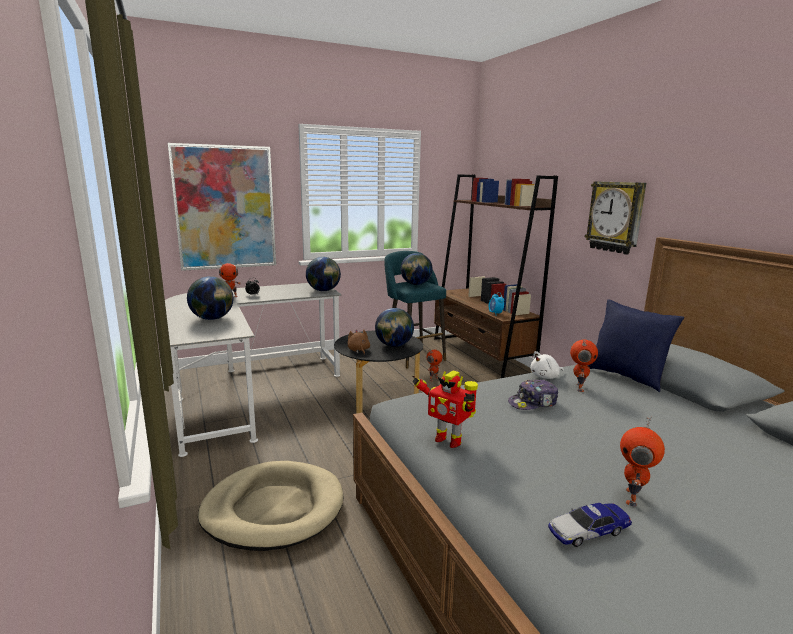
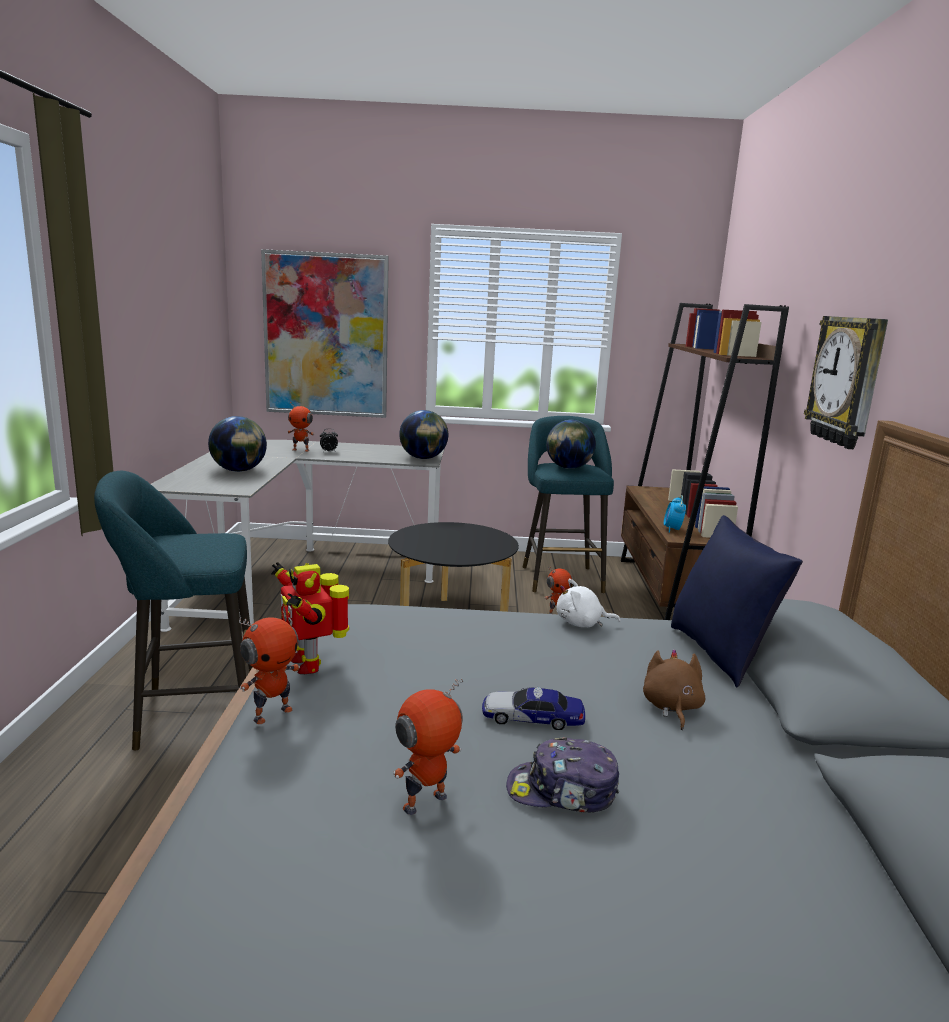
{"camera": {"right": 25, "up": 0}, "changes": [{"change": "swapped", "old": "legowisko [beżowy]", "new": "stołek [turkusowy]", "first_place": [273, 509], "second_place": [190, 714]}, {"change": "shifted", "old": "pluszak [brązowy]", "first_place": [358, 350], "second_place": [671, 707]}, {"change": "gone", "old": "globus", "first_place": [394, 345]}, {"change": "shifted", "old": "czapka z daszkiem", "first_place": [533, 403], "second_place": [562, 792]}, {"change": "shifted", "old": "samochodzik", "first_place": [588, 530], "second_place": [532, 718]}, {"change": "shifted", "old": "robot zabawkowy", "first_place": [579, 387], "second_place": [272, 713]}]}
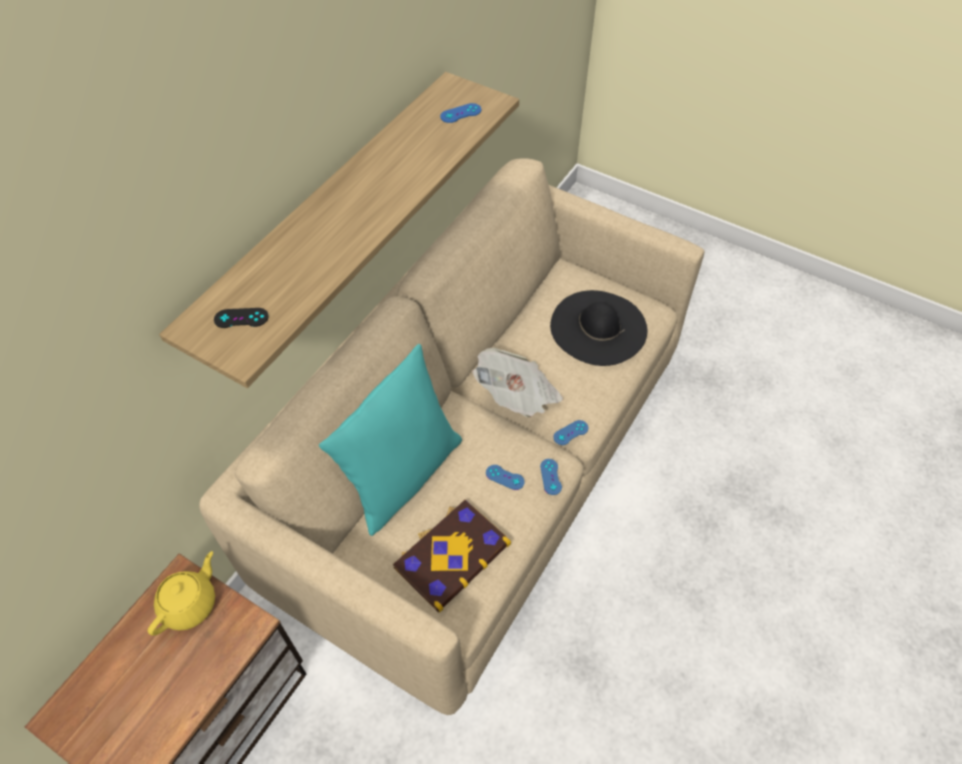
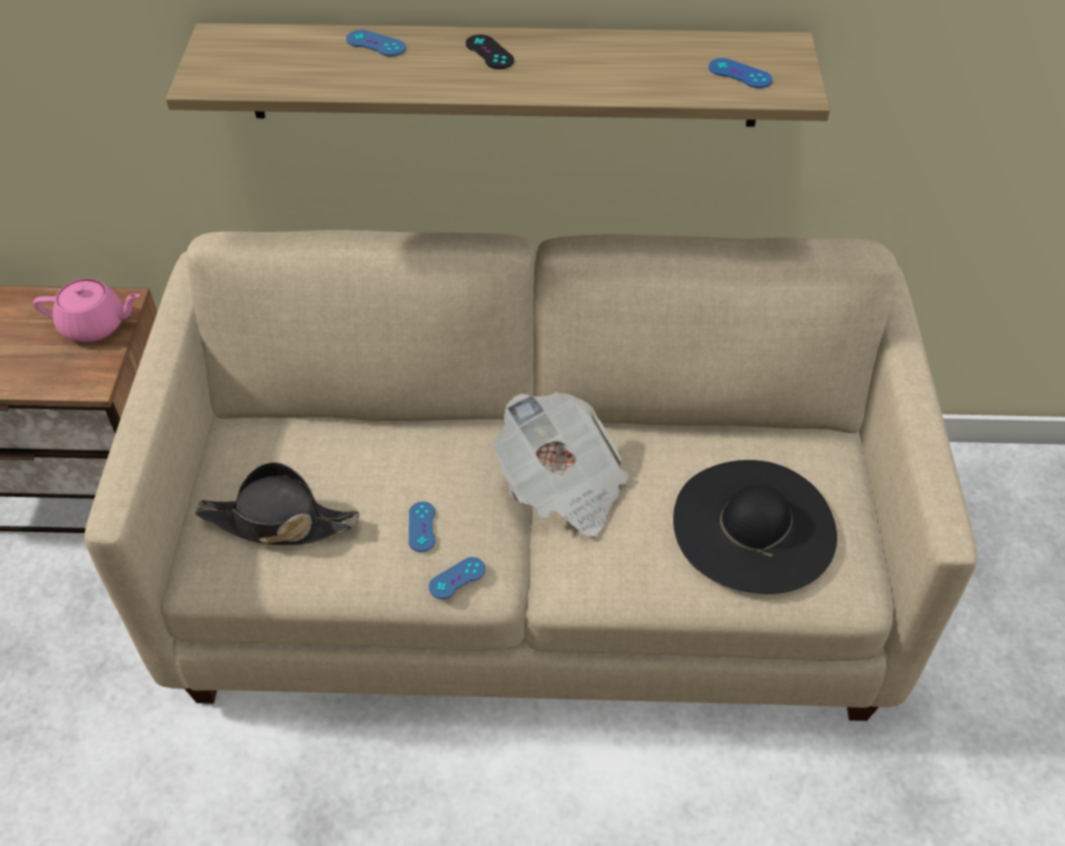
{"camera": {"right": 60, "up": -5}, "changes": [{"change": "repainted", "old": "imbryk [żółty]", "new": "imbryk [różowy]", "first_place": [190, 604], "second_place": [95, 325]}, {"change": "shifted", "old": "pad do gier [czarny]", "first_place": [241, 318], "second_place": [489, 52]}, {"change": "gone", "old": "poduszka [turkusowy]", "first_place": [402, 476]}, {"change": "swapped", "old": "książka", "new": "kapelusz [czarny]", "first_place": [451, 554], "second_place": [278, 522]}, {"change": "shifted", "old": "pad do gier [niebieski]", "first_place": [570, 432], "second_place": [376, 44]}]}
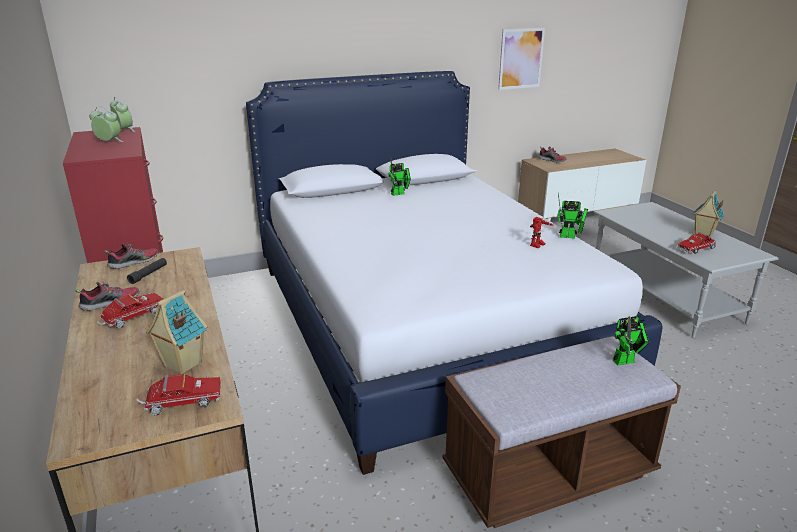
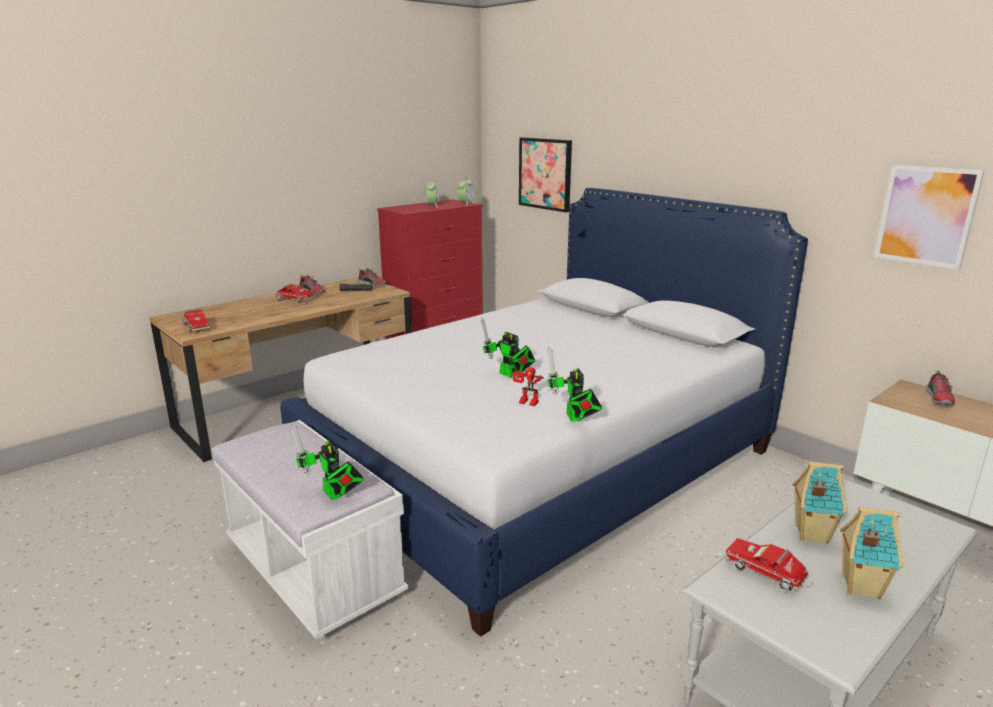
{"camera": {"right": 70, "up": -5}, "changes": [{"change": "shifted", "old": "domek", "first_place": [182, 365], "second_place": [810, 533]}, {"change": "shifted", "old": "robot zabawkowy", "first_place": [399, 193], "second_place": [510, 375]}, {"change": "repainted", "old": "ławka [brązowy]", "new": "ławka [biały]", "first_place": [548, 473], "second_place": [313, 571]}, {"change": "new", "new": "obraz", "second_place": [545, 174]}]}
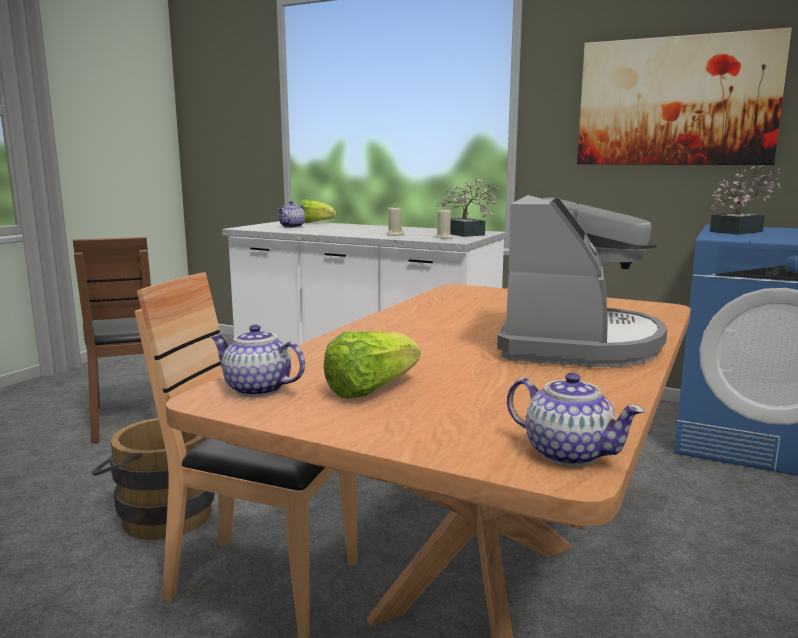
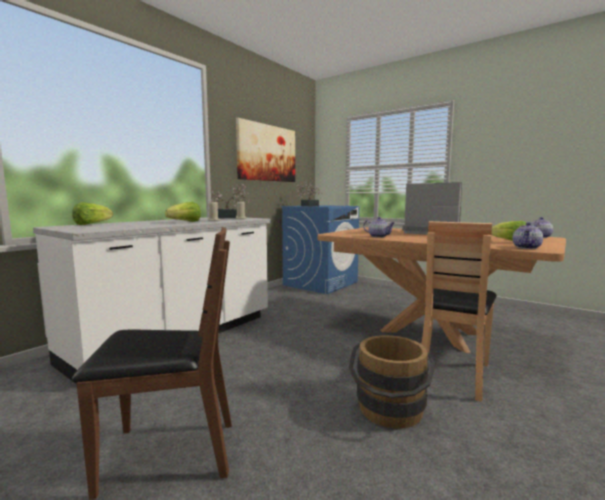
{"camera": {"right": -80, "up": -5}, "changes": [{"change": "shifted", "old": "imbryk", "first_place": [292, 227], "second_place": [379, 236]}, {"change": "new", "new": "sałata", "second_place": [185, 222]}]}
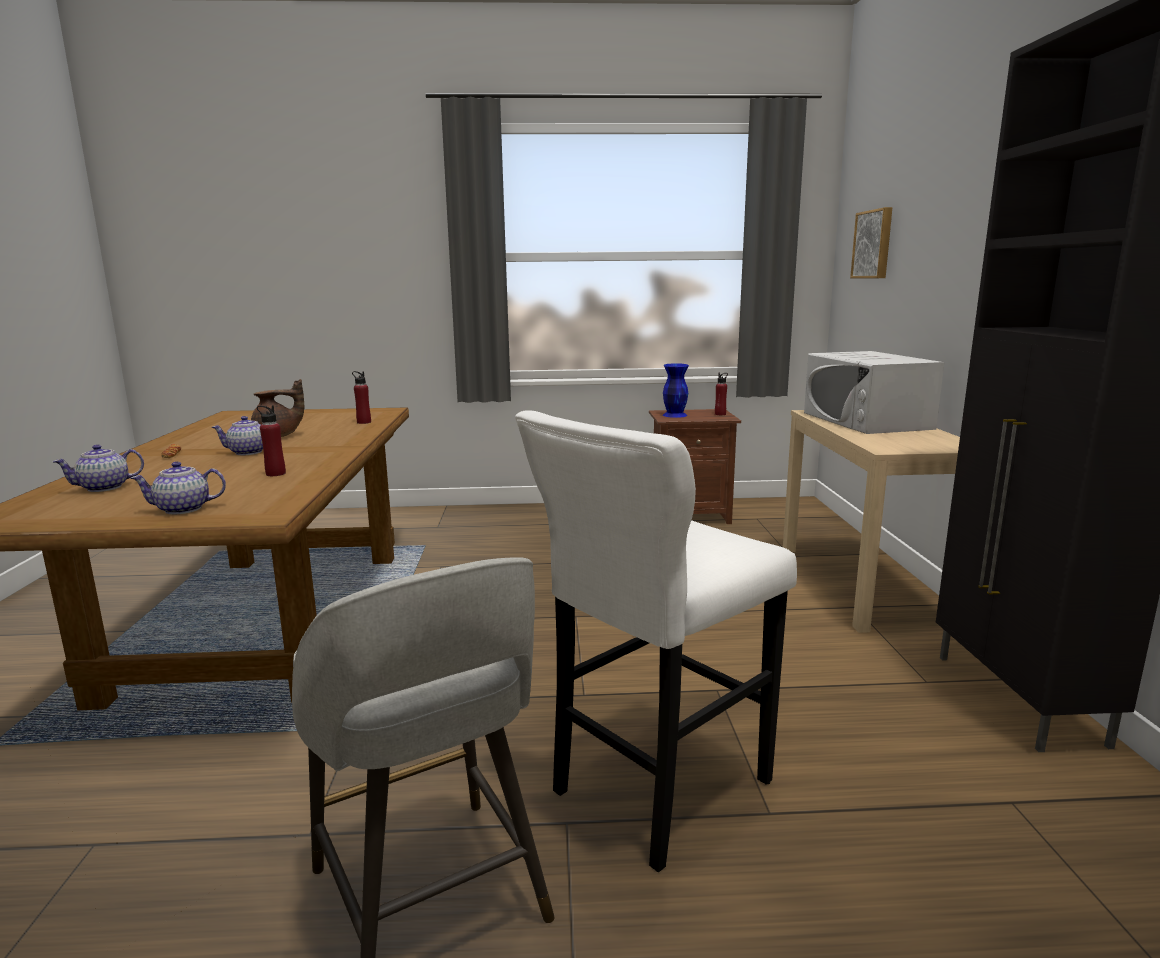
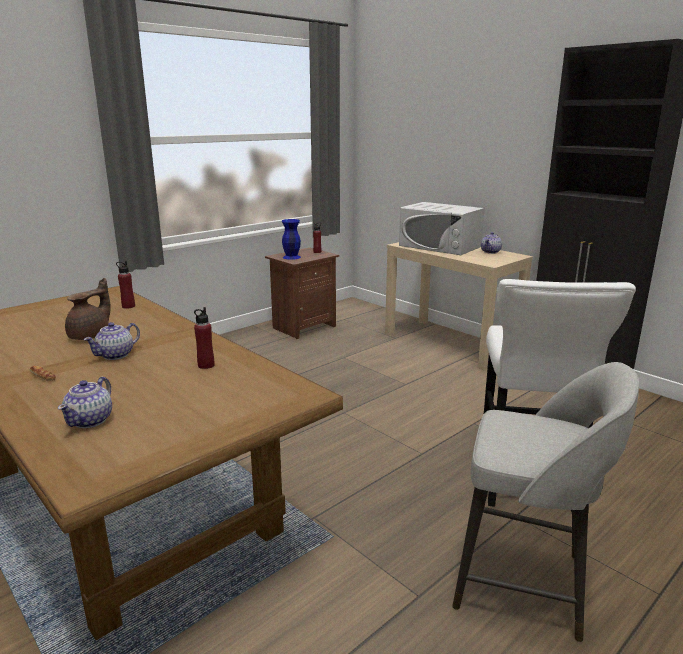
{"camera": {"right": -40, "up": 5}, "changes": [{"change": "shifted", "old": "imbryk", "first_place": [184, 509], "second_place": [491, 252]}, {"change": "gone", "old": "obraz", "first_place": [874, 244]}]}
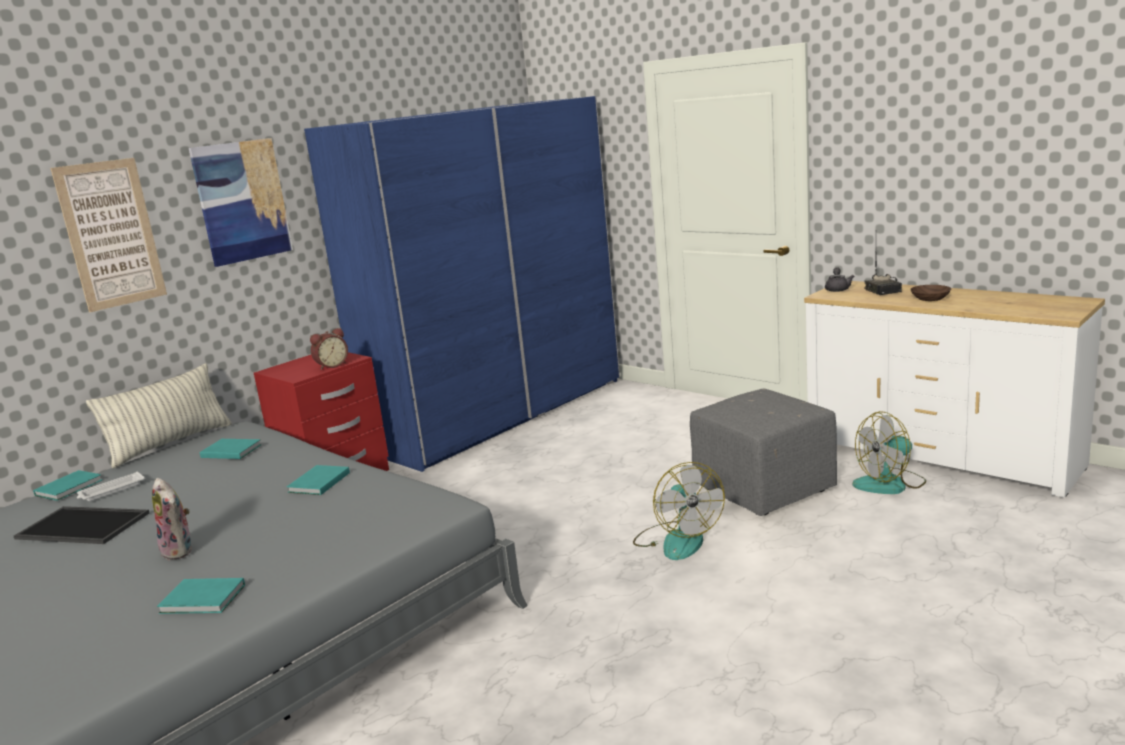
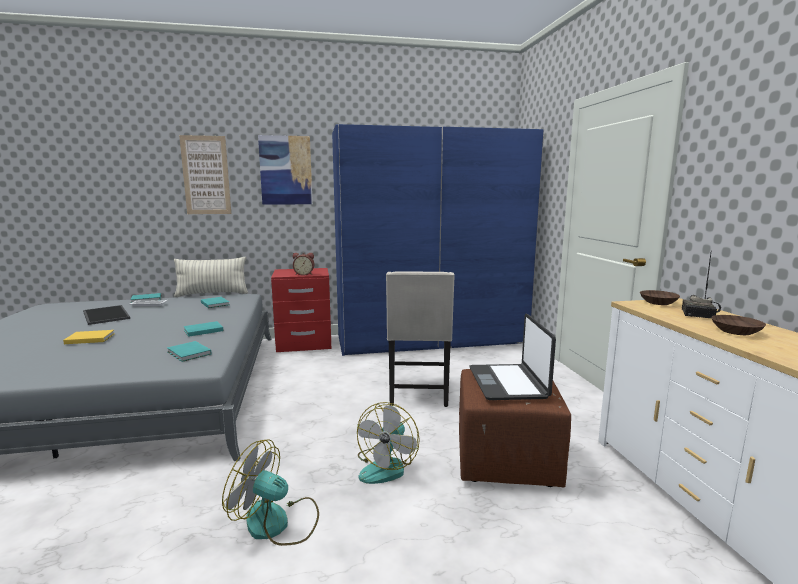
{"camera": {"right": 35, "up": -5}, "changes": [{"change": "swapped", "old": "pluszak", "new": "książka [żółty]", "first_place": [180, 551], "second_place": [89, 338]}, {"change": "shifted", "old": "książka [turkusowy]", "first_place": [204, 599], "second_place": [189, 353]}, {"change": "repainted", "old": "pufa [szary]", "new": "pufa [brązowy]", "first_place": [765, 490], "second_place": [507, 461]}, {"change": "swapped", "old": "imbryk [szary]", "new": "miska [brązowy]", "first_place": [837, 289], "second_place": [657, 302]}, {"change": "shifted", "old": "wentylator", "first_place": [890, 483], "second_place": [277, 523]}, {"change": "new", "new": "krzesło [beżowy]", "second_place": [418, 393]}, {"change": "new", "new": "laptop", "second_place": [508, 383]}]}
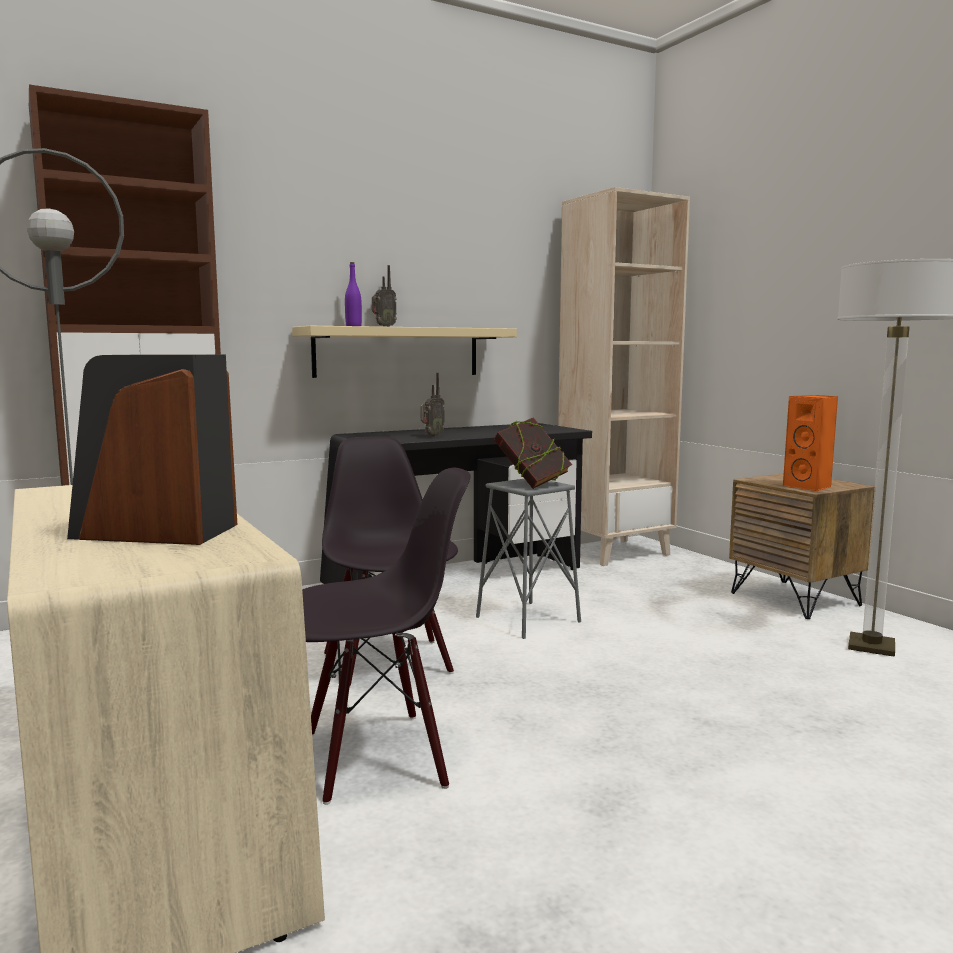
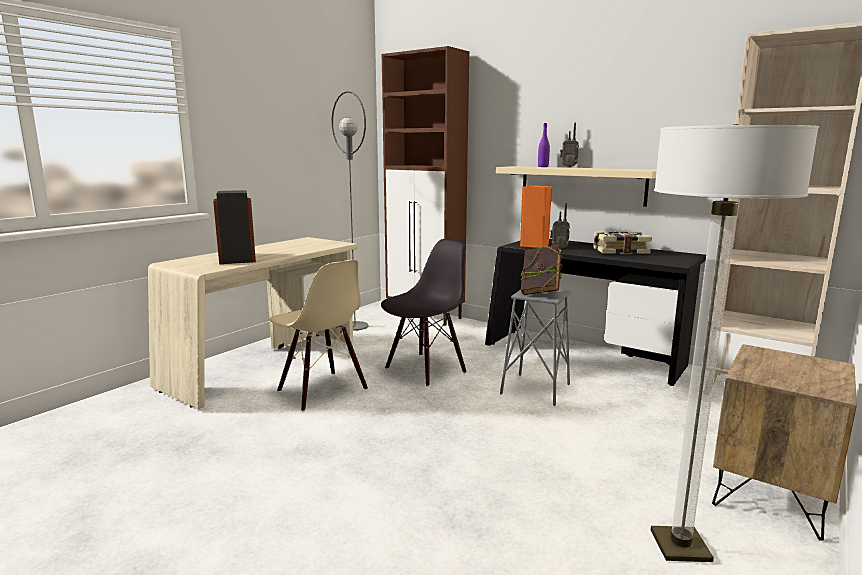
{"camera": {"right": 65, "up": 5}, "changes": [{"change": "repainted", "old": "krzesło [czarny]", "new": "krzesło [beżowy]", "first_place": [375, 757], "second_place": [321, 391]}, {"change": "shifted", "old": "głośnik [pomarańczowy]", "first_place": [809, 487], "second_place": [534, 245]}, {"change": "new", "new": "książka", "second_place": [620, 251]}]}
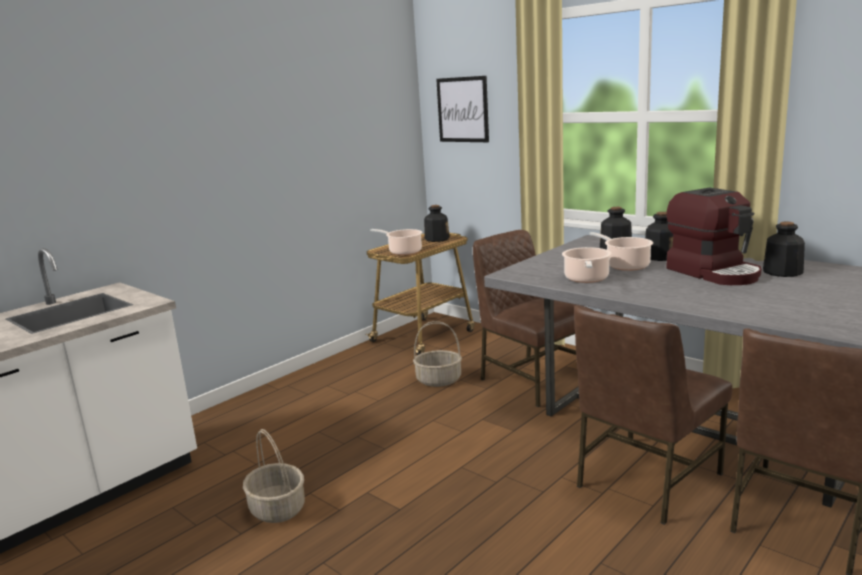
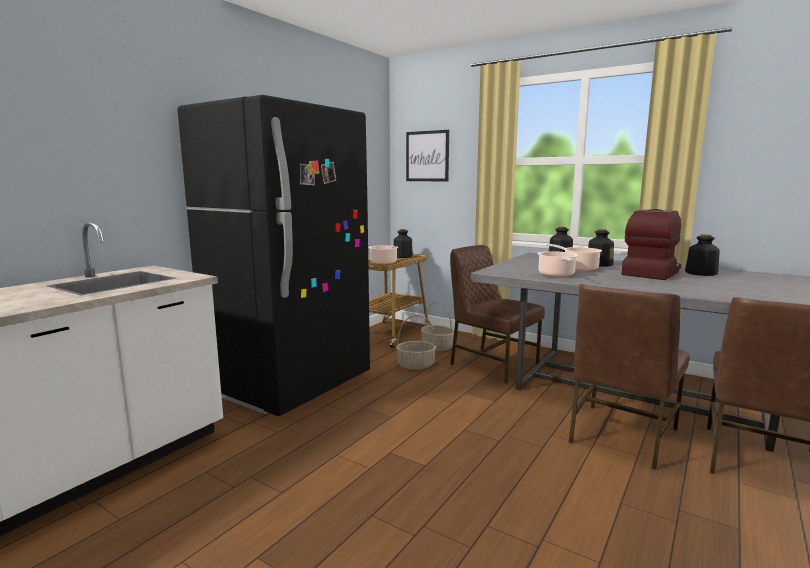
{"camera": {"right": -10, "up": -5}, "changes": [{"change": "shifted", "old": "koszyk", "first_place": [278, 509], "second_place": [438, 347]}, {"change": "rotated", "old": "ekspres do kawy", "first_place": [714, 272], "second_place": [651, 273], "degrees": -105}, {"change": "new", "new": "lodówka [czarny]", "second_place": [291, 385]}]}
